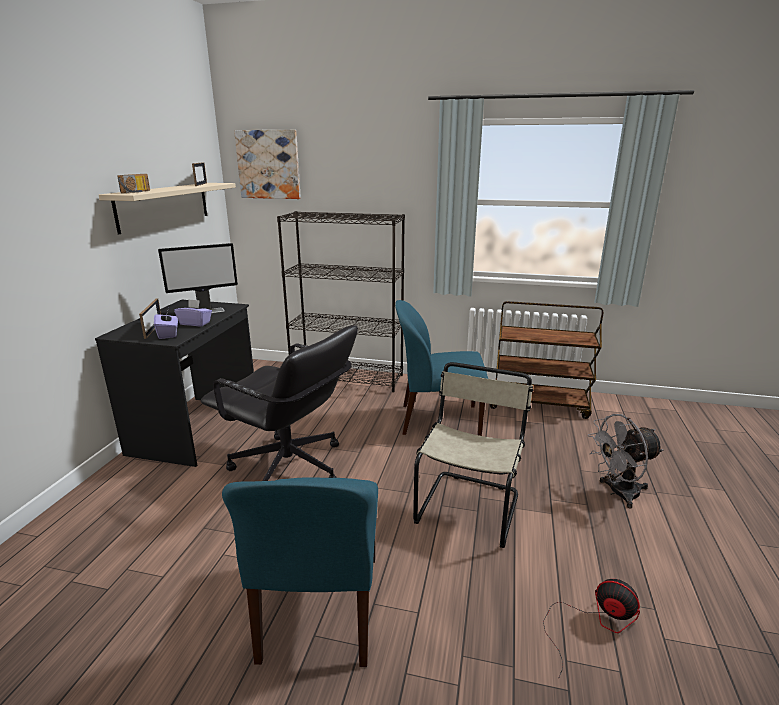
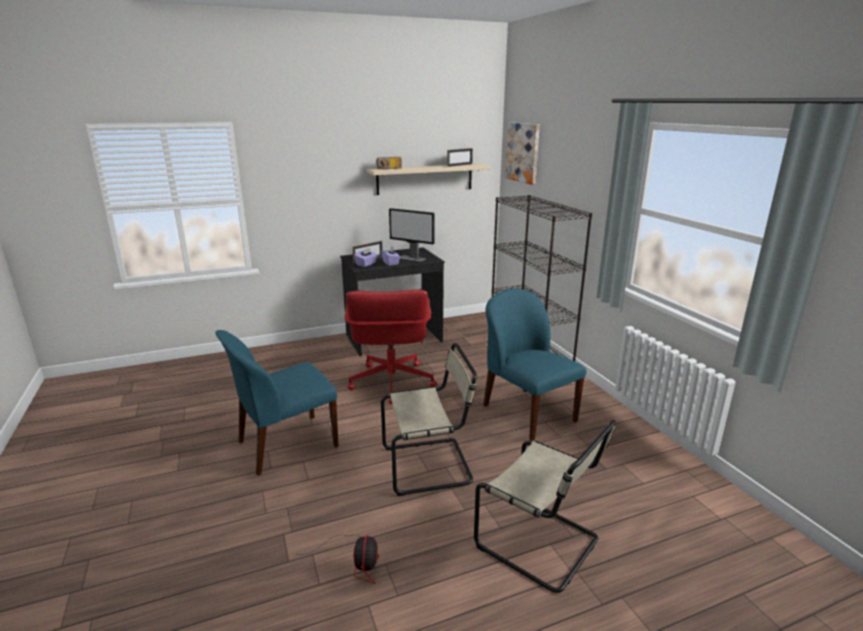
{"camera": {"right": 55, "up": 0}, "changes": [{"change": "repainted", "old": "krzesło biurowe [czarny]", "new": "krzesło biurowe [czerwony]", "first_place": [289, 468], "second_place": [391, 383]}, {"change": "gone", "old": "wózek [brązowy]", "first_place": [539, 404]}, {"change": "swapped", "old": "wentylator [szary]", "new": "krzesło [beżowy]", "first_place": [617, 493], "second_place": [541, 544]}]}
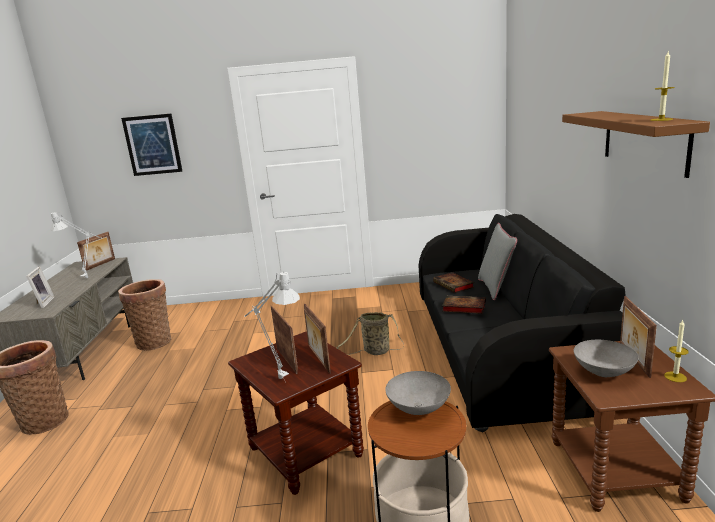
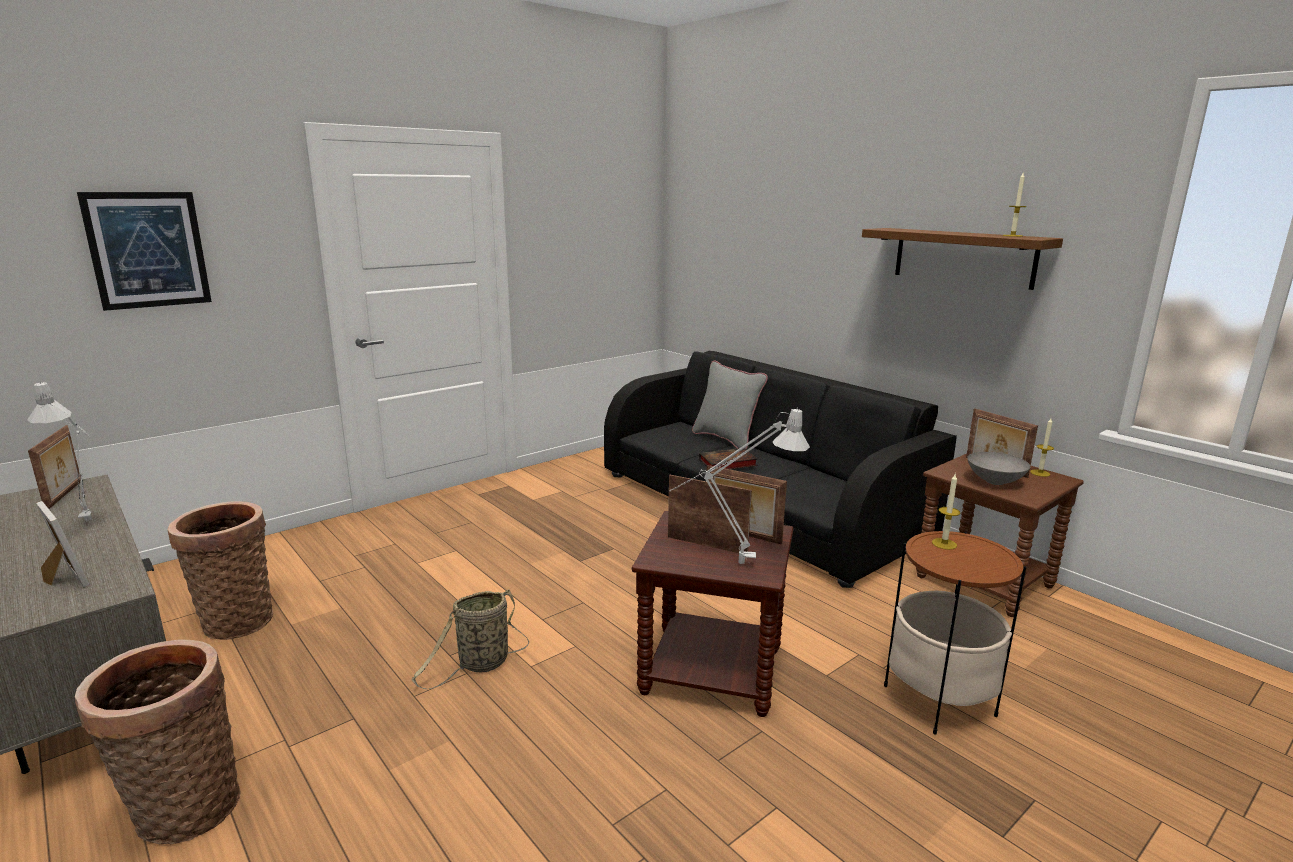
{"camera": {"right": -40, "up": 0}, "changes": [{"change": "shifted", "old": "koszyk", "first_place": [374, 351], "second_place": [481, 665]}, {"change": "swapped", "old": "miska [szary]", "new": "świeca", "first_place": [419, 409], "second_place": [944, 544]}, {"change": "gone", "old": "książka", "first_place": [454, 285]}]}
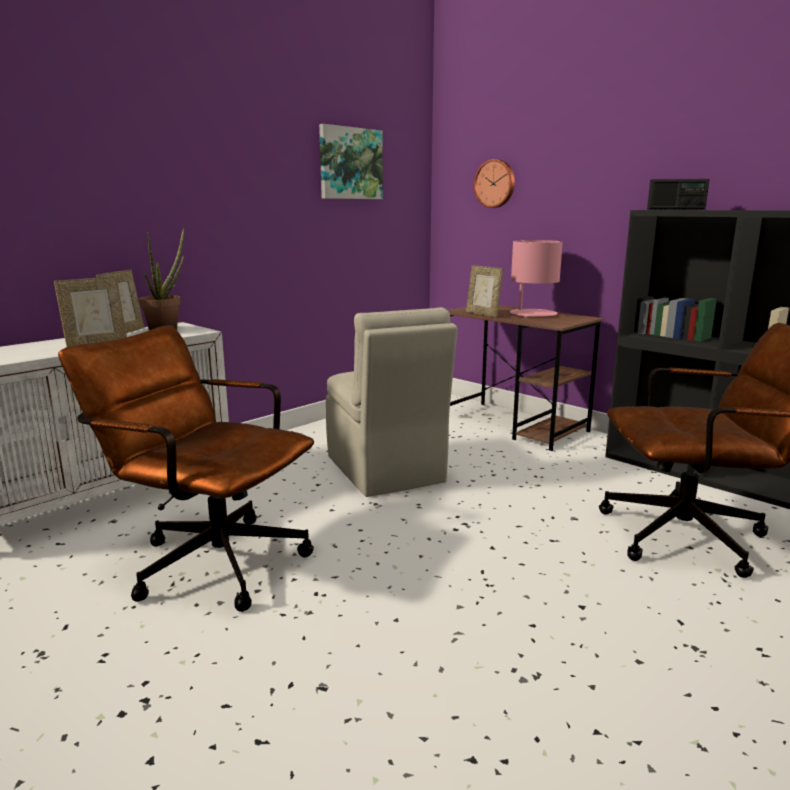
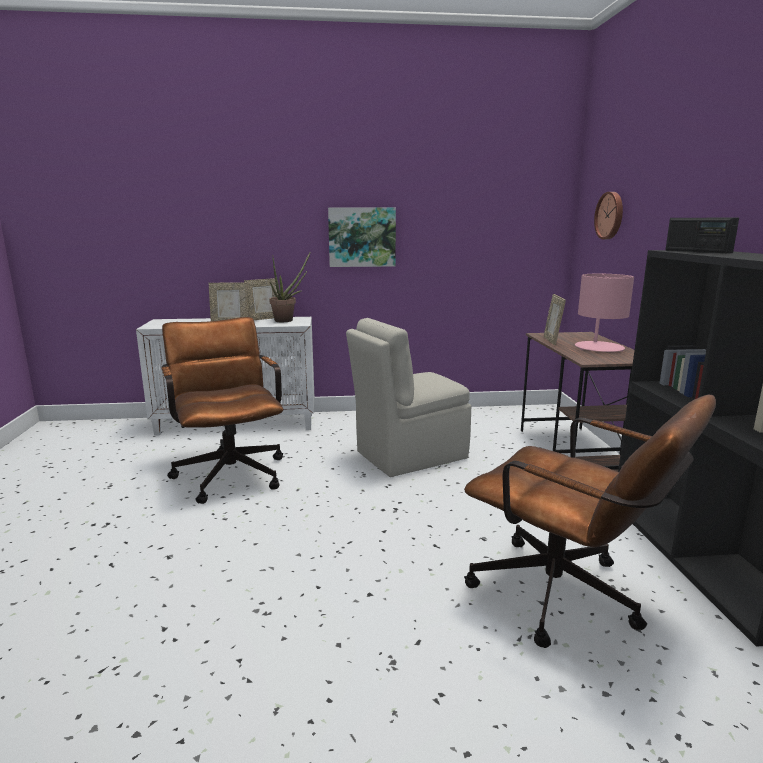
{"camera": {"right": 40, "up": 0}, "changes": [{"change": "shifted", "old": "obraz", "first_place": [350, 163], "second_place": [362, 237]}, {"change": "rotated", "old": "krzesło [beżowy]", "first_place": [385, 471], "second_place": [408, 455], "degrees": 45}]}
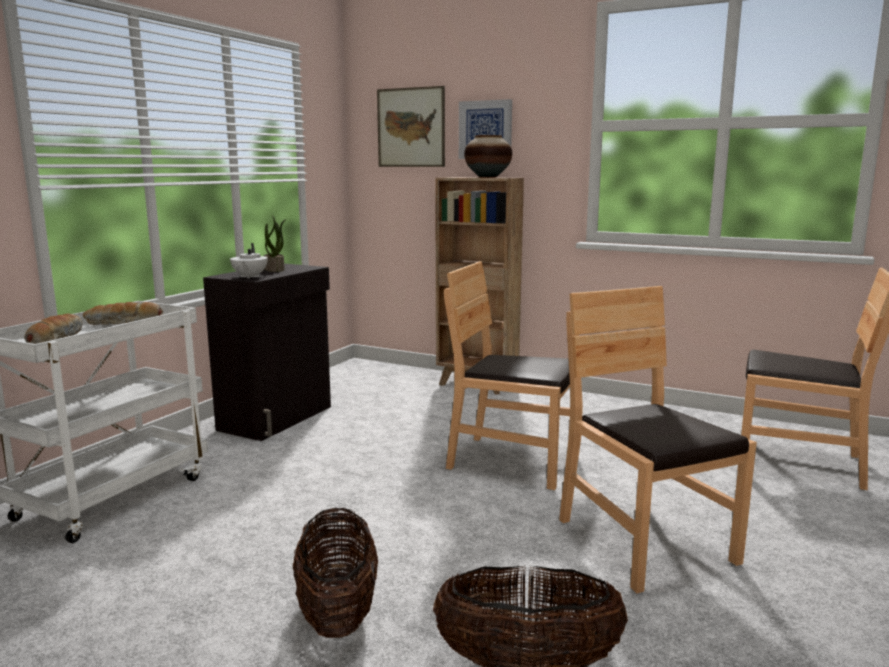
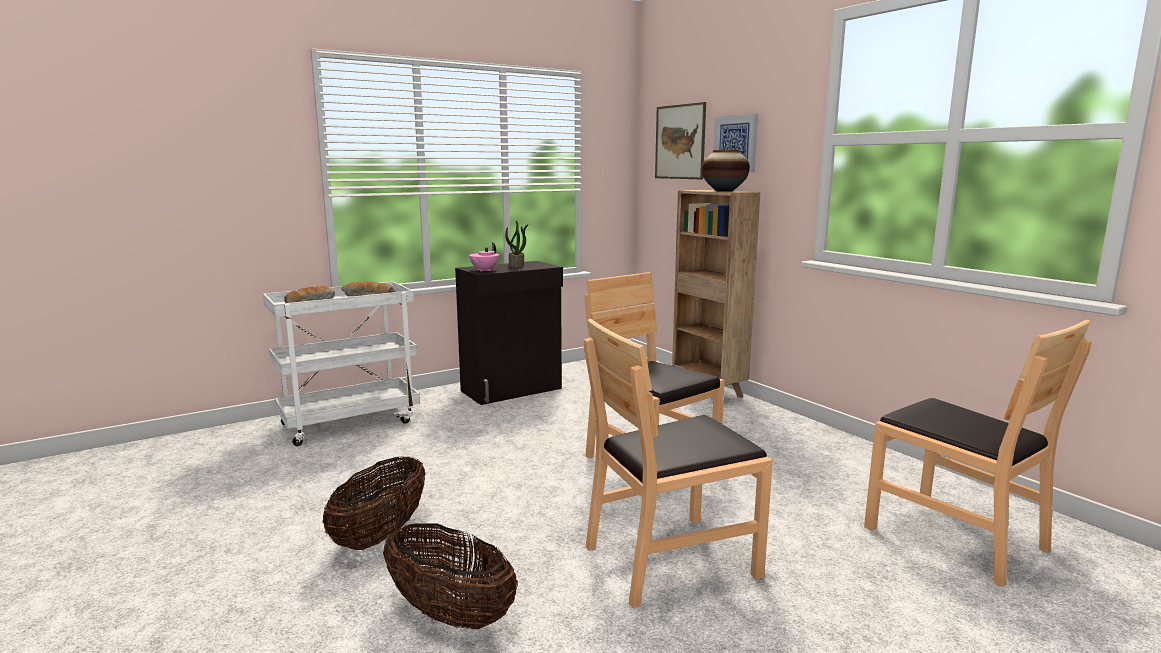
{"camera": {"right": 30, "up": 0}, "changes": [{"change": "repainted", "old": "imbryk [biały]", "new": "imbryk [różowy]", "first_place": [249, 277], "second_place": [484, 270]}, {"change": "rotated", "old": "krzesło [brązowy]", "first_place": [643, 542], "second_place": [670, 559], "degrees": -120}]}
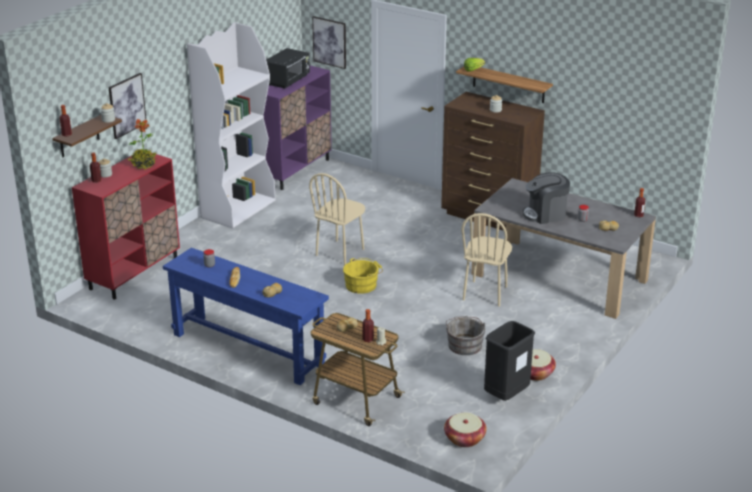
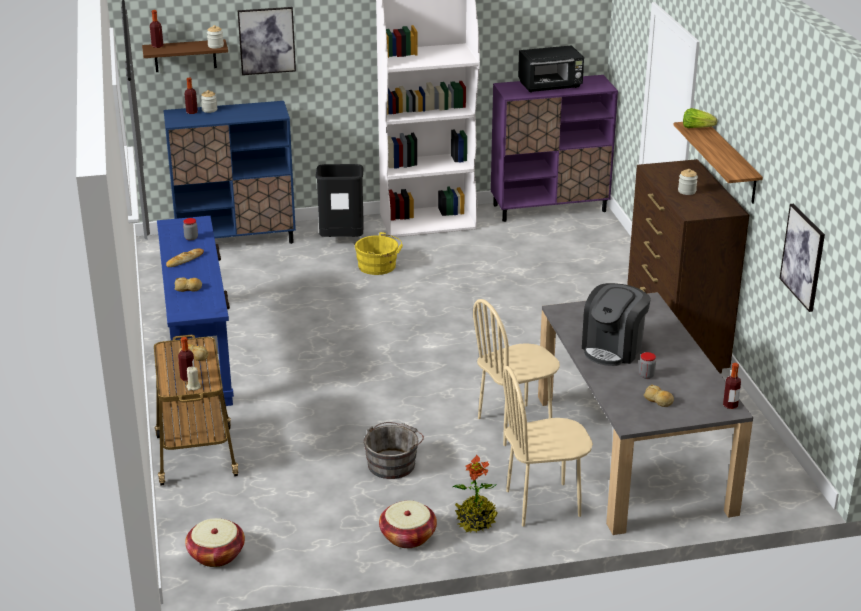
{"camera": {"right": 45, "up": 0}, "changes": [{"change": "repainted", "old": "szafka [czerwony]", "new": "szafka [niebieski]", "first_place": [134, 273], "second_place": [236, 239]}, {"change": "shifted", "old": "roślina doniczkowa", "first_place": [143, 165], "second_place": [476, 521]}, {"change": "shifted", "old": "krzesło [beżowy]", "first_place": [340, 252], "second_place": [543, 504]}, {"change": "shifted", "old": "obraz", "first_place": [329, 42], "second_place": [803, 257]}, {"change": "shifted", "old": "wiadro [żółty]", "first_place": [362, 285], "second_place": [379, 266]}, {"change": "shifted", "old": "kosz na śmieci [czarny]", "first_place": [506, 395], "second_place": [342, 240]}, {"change": "rotated", "old": "ekspres do kawy", "first_place": [545, 214], "second_place": [613, 348], "degrees": -90}]}
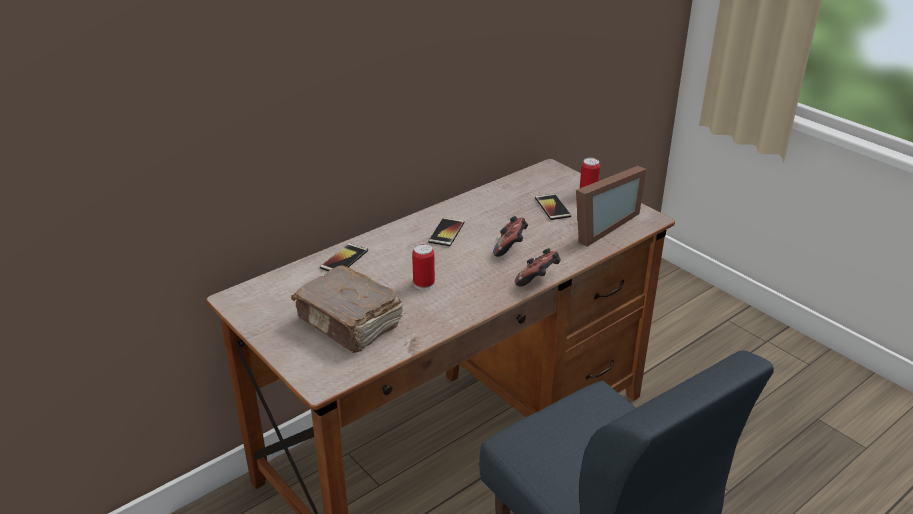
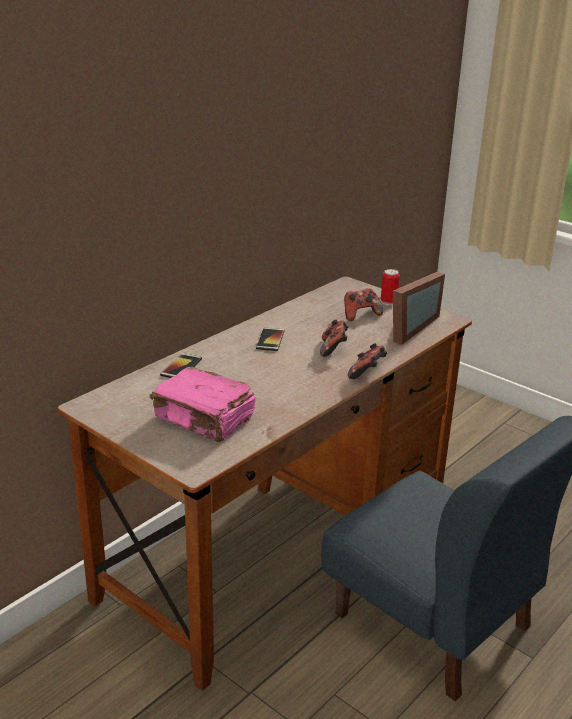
{"camera": {"right": -10, "up": -5}, "changes": [{"change": "repainted", "old": "książka [brązowy]", "new": "książka [różowy]", "first_place": [349, 323], "second_place": [204, 418]}, {"change": "gone", "old": "puszka", "first_place": [424, 284]}, {"change": "swapped", "old": "telefon", "new": "pad do gier", "first_place": [552, 207], "second_place": [360, 315]}]}
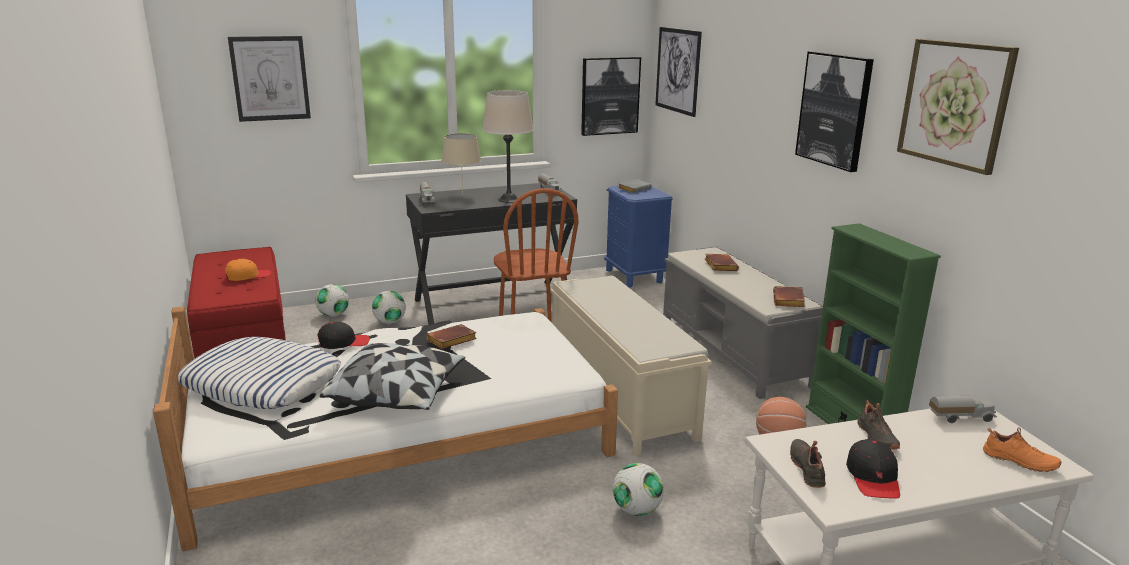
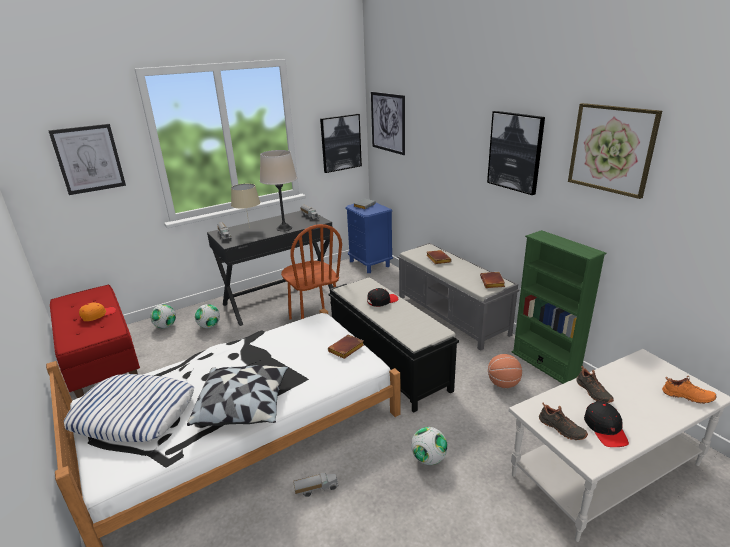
{"camera": {"right": -10, "up": 5}, "changes": [{"change": "shifted", "old": "czapka z daszkiem [czarny]", "first_place": [343, 342], "second_place": [382, 301]}, {"change": "shifted", "old": "książka [brązowy]", "first_place": [451, 341], "second_place": [346, 350]}, {"change": "repainted", "old": "ławka [beżowy]", "new": "ławka [czarny]", "first_place": [618, 394], "second_place": [387, 362]}, {"change": "rotated", "old": "but [czarny]", "first_place": [808, 469], "second_place": [561, 429], "degrees": 150}, {"change": "shifted", "old": "ciężarówka zabawkowa", "first_place": [960, 417], "second_place": [316, 488]}]}
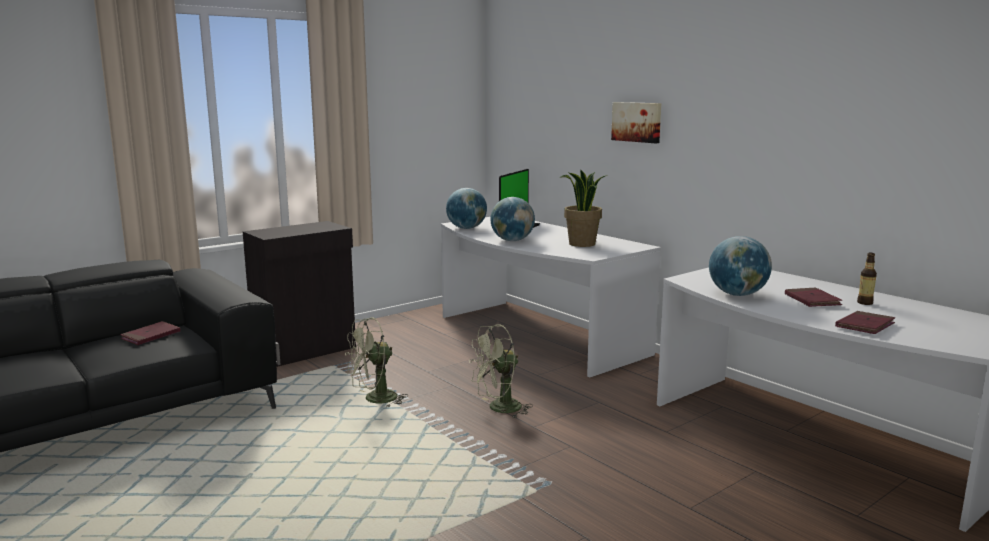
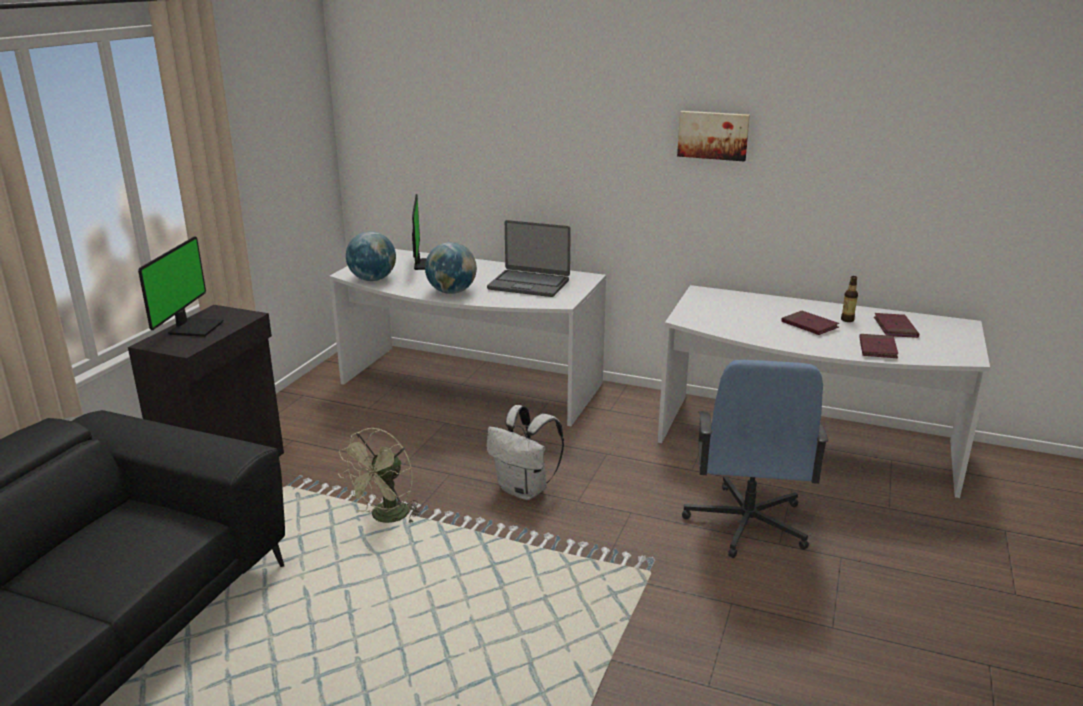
{"camera": {"right": -30, "up": 10}, "changes": [{"change": "shifted", "old": "książka [czerwony]", "first_place": [151, 336], "second_place": [895, 328]}, {"change": "swapped", "old": "wentylator [zielony]", "new": "plecak [biały]", "first_place": [499, 409], "second_place": [525, 490]}, {"change": "swapped", "old": "roślina doniczkowa", "new": "laptop", "first_place": [582, 244], "second_place": [529, 284]}, {"change": "shifted", "old": "obraz", "first_place": [637, 122], "second_place": [713, 135]}, {"change": "gone", "old": "globus", "first_place": [737, 294]}, {"change": "new", "new": "monitor", "second_place": [194, 328]}, {"change": "new", "new": "krzesło biurowe [niebieski]", "second_place": [746, 524]}]}
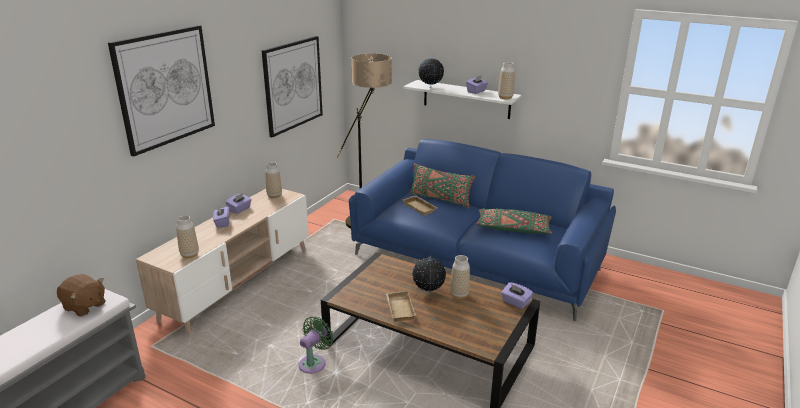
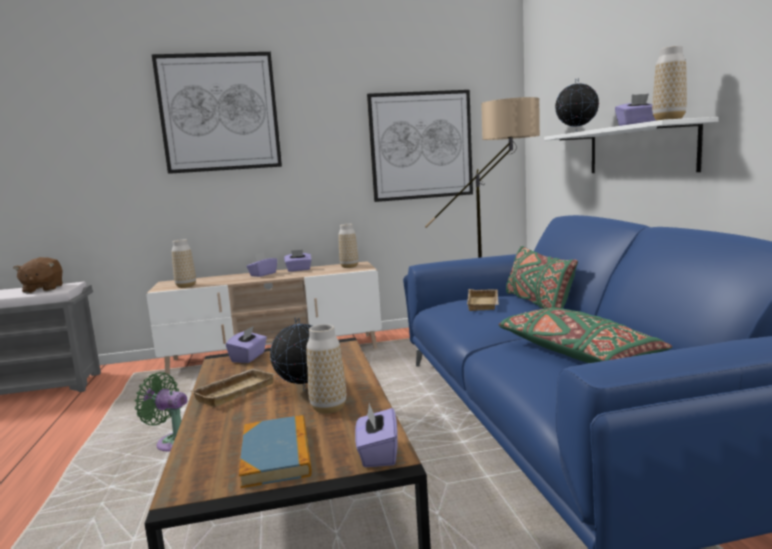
{"camera": {"right": 50, "up": -15}, "changes": [{"change": "rotated", "old": "wentylator [zielony]", "first_place": [314, 363], "second_place": [173, 442], "degrees": -150}, {"change": "new", "new": "pudełko chusteczek [fioletowy]", "second_place": [249, 357]}, {"change": "new", "new": "książka", "second_place": [276, 454]}]}
